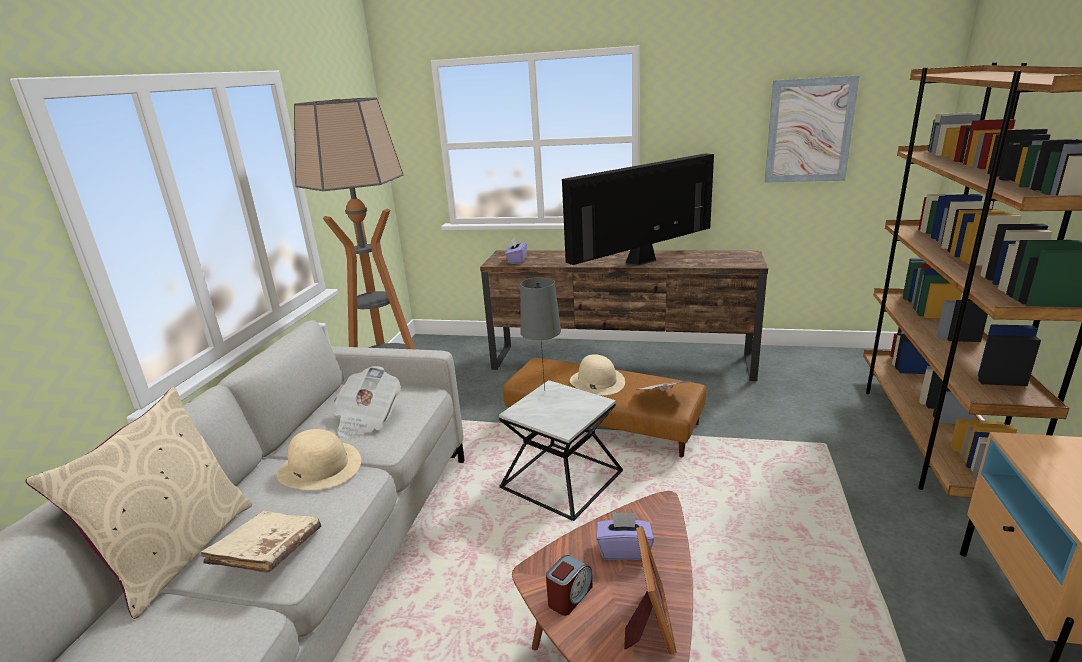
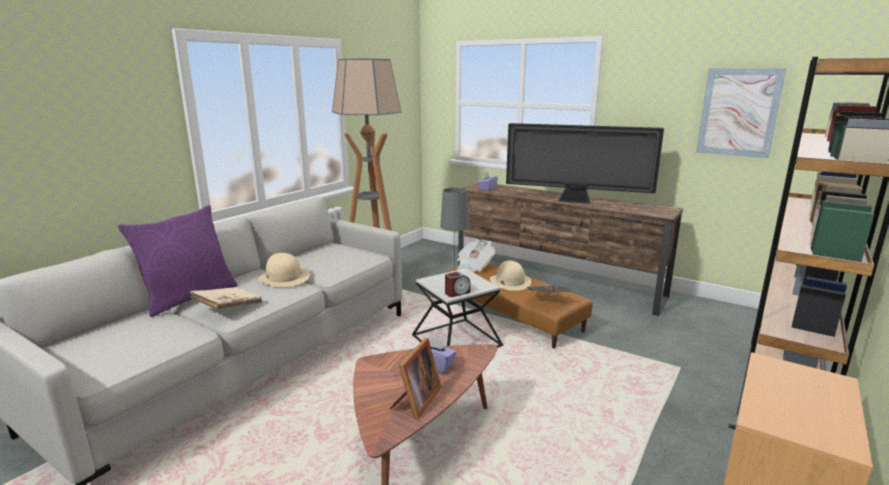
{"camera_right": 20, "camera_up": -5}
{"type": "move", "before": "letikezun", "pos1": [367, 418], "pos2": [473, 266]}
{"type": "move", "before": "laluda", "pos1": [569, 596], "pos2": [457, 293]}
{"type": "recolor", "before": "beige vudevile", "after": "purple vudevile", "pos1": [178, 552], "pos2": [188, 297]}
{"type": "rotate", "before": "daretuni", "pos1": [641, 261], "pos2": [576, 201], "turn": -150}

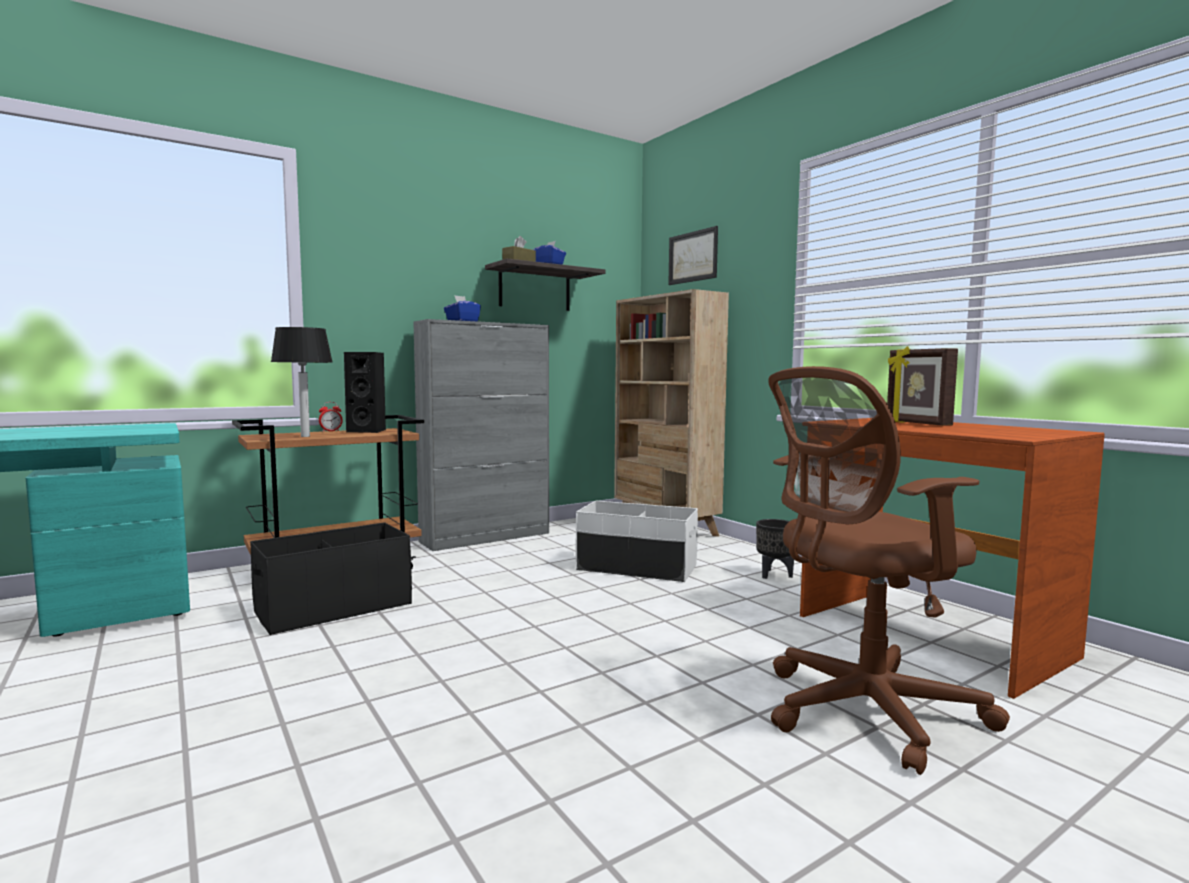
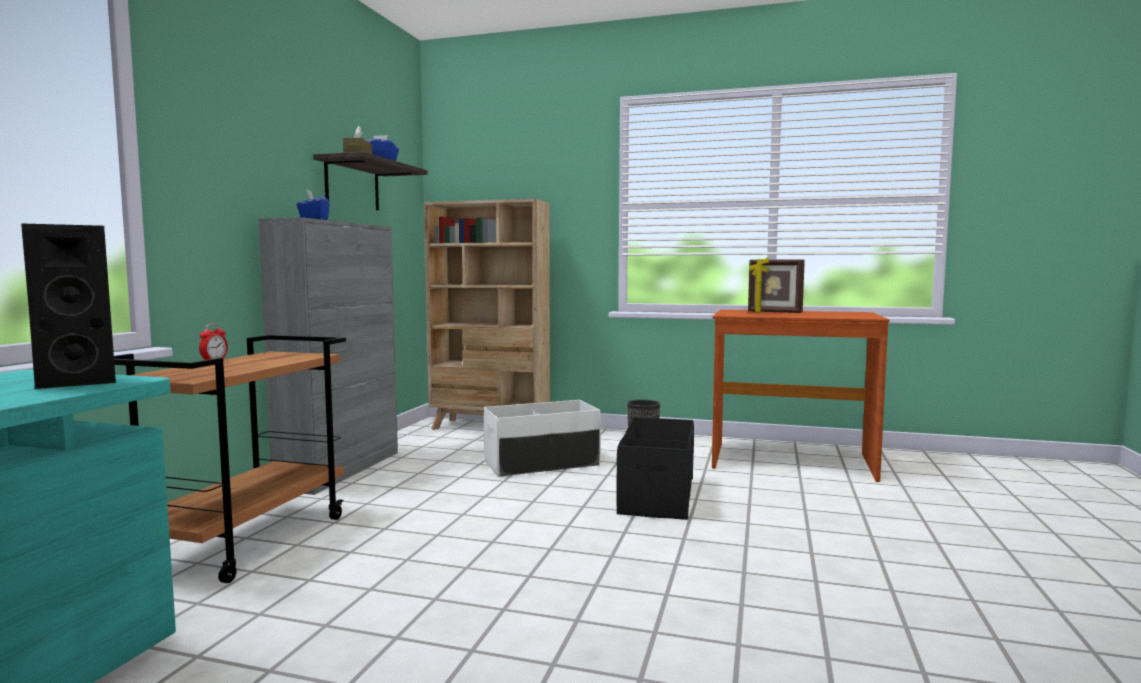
{"camera_right": -40, "camera_up": 0}
{"type": "delete", "before": "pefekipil", "pos1": [305, 436]}
{"type": "delete", "before": "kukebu", "pos1": [692, 257]}
{"type": "delete", "before": "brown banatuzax", "pos1": [861, 712]}
{"type": "move", "before": "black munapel", "pos1": [333, 608], "pos2": [656, 496]}
{"type": "move", "before": "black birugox", "pos1": [369, 431], "pos2": [80, 381]}

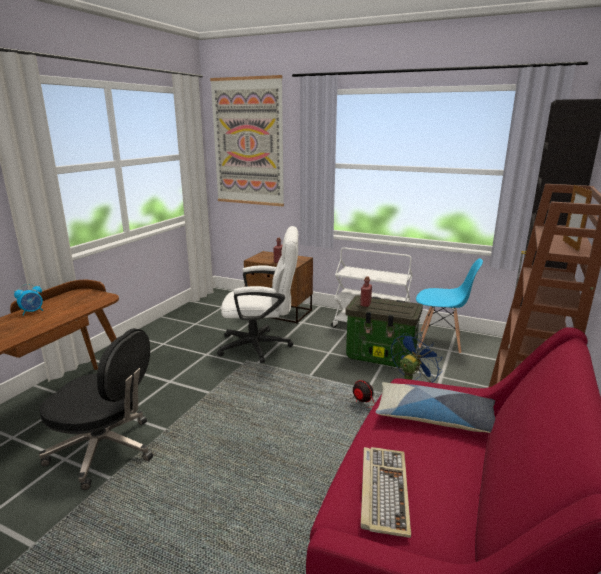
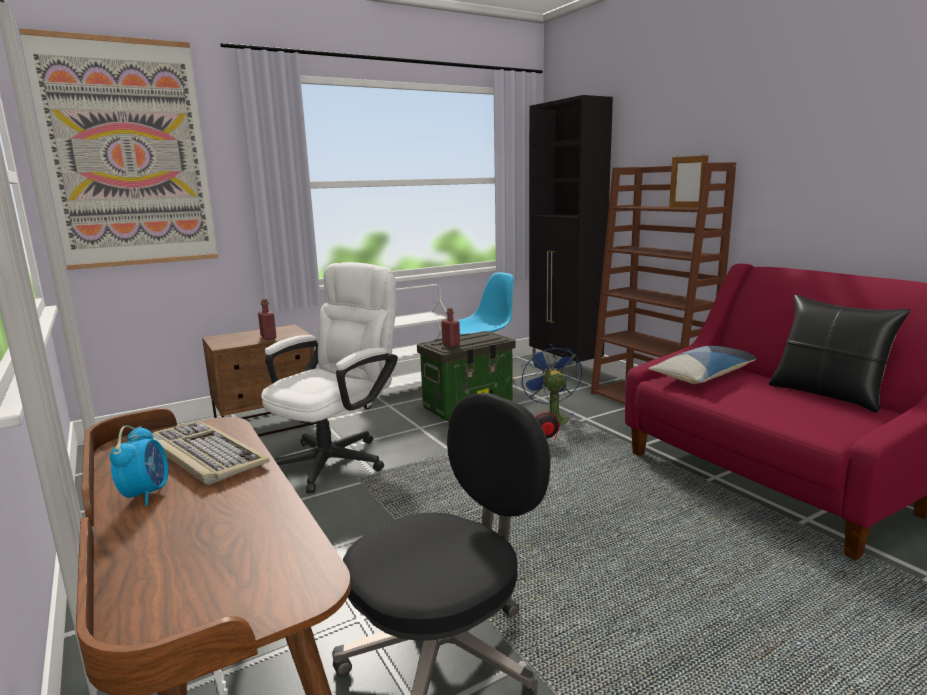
{"camera_right": -55, "camera_up": -5}
{"type": "insert", "after": "black vudevile", "pos2": [827, 395]}
{"type": "move", "before": "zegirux", "pos1": [383, 490], "pos2": [202, 455]}

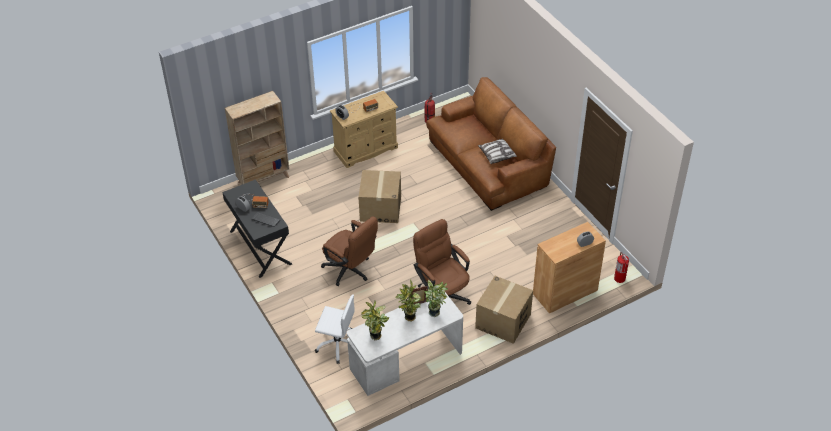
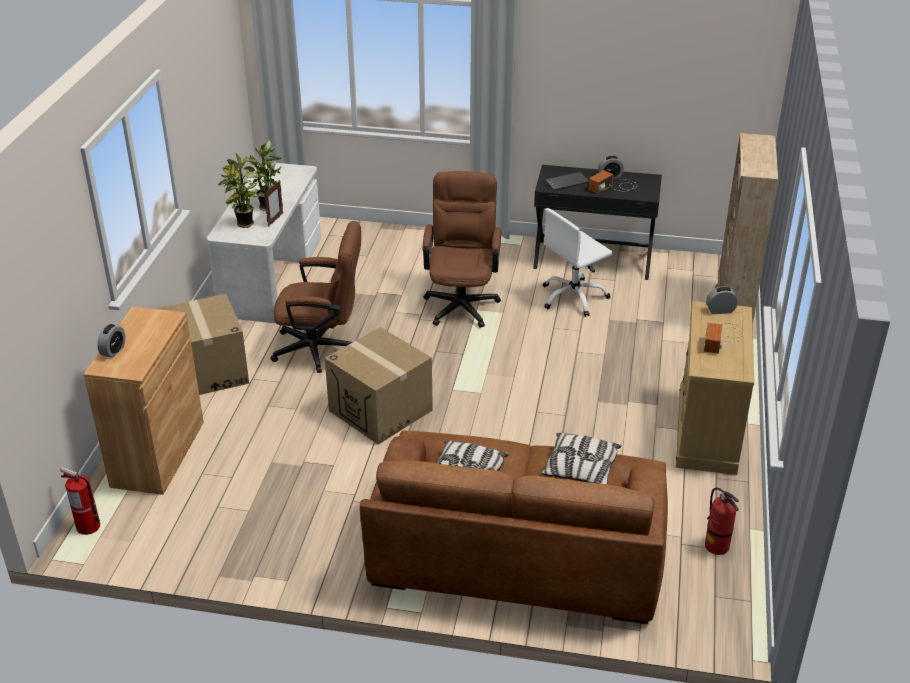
{"camera_right": 130, "camera_up": -10}
{"type": "delete", "before": "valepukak", "pos1": [376, 337]}
{"type": "insert", "after": "vudevile", "pos2": [581, 469]}
{"type": "move", "before": "white banatuzax", "pos1": [338, 345], "pos2": [573, 297]}
{"type": "move", "before": "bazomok", "pos1": [380, 208], "pos2": [381, 410]}
{"type": "rotate", "before": "brown banatuzax", "pos1": [350, 271], "pos2": [462, 302], "turn": 105}

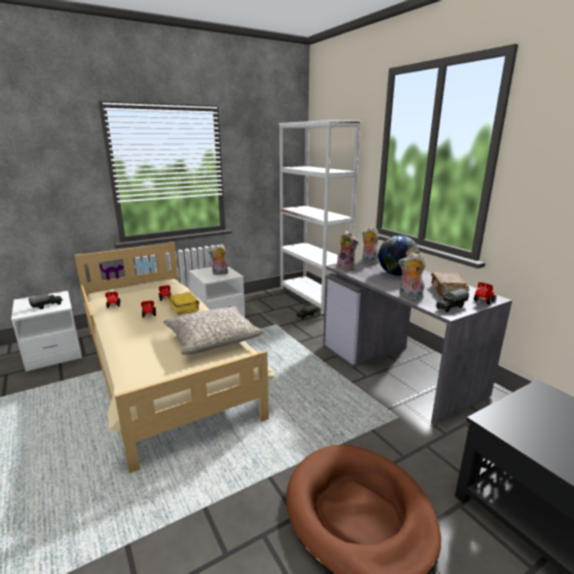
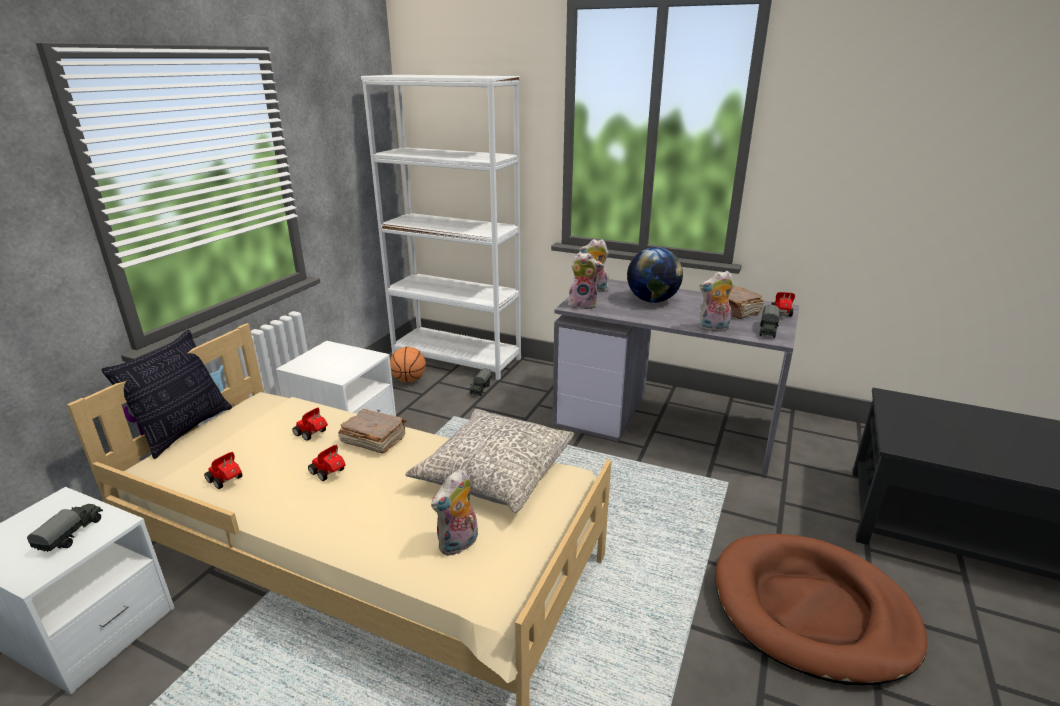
{"camera_right": -35, "camera_up": 5}
{"type": "insert", "after": "vudevile", "pos2": [185, 429]}
{"type": "insert", "after": "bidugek", "pos2": [409, 380]}
{"type": "move", "before": "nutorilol", "pos1": [220, 274], "pos2": [459, 545]}
{"type": "recolor", "before": "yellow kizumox", "after": "brown kizumox", "pos1": [184, 309], "pos2": [373, 440]}

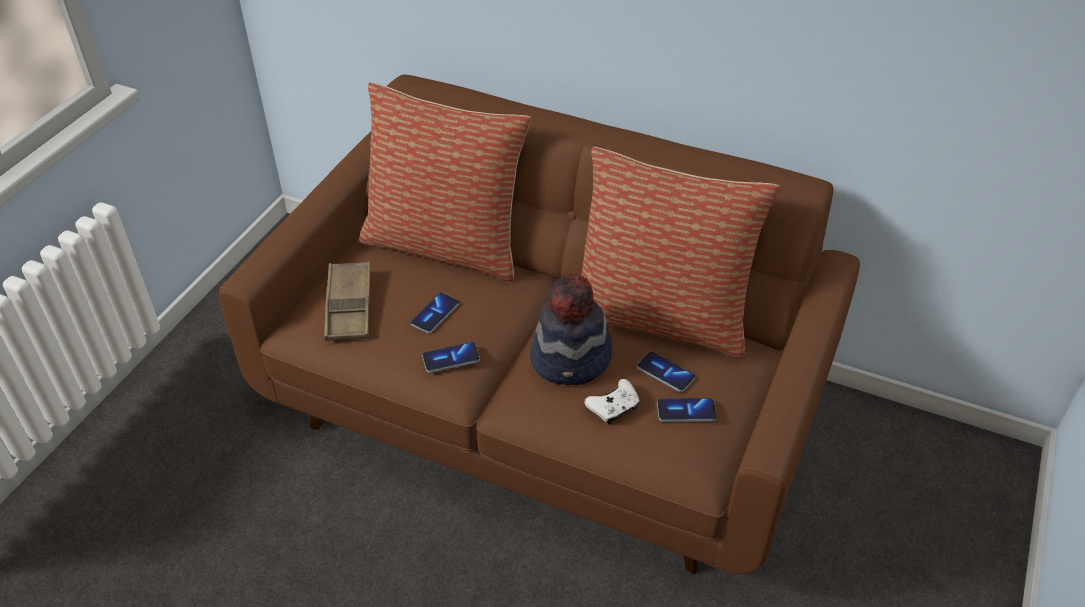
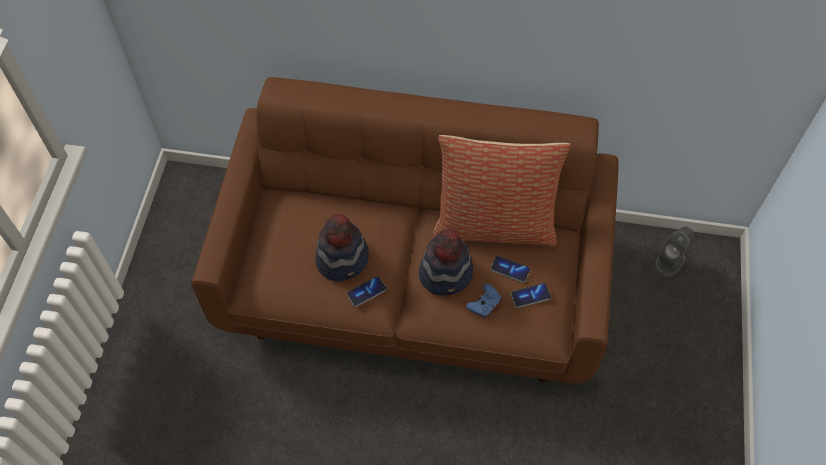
{"camera_right": -15, "camera_up": 15}
{"type": "delete", "before": "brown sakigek", "pos1": [349, 306]}
{"type": "delete", "before": "vudevile", "pos1": [446, 244]}
{"type": "insert", "after": "grey birugox", "pos2": [670, 261]}
{"type": "replace", "before": "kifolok", "after": "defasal", "pos1": [435, 314], "pos2": [343, 258]}
{"type": "recolor", "before": "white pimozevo", "after": "blue pimozevo", "pos1": [614, 408], "pos2": [484, 304]}

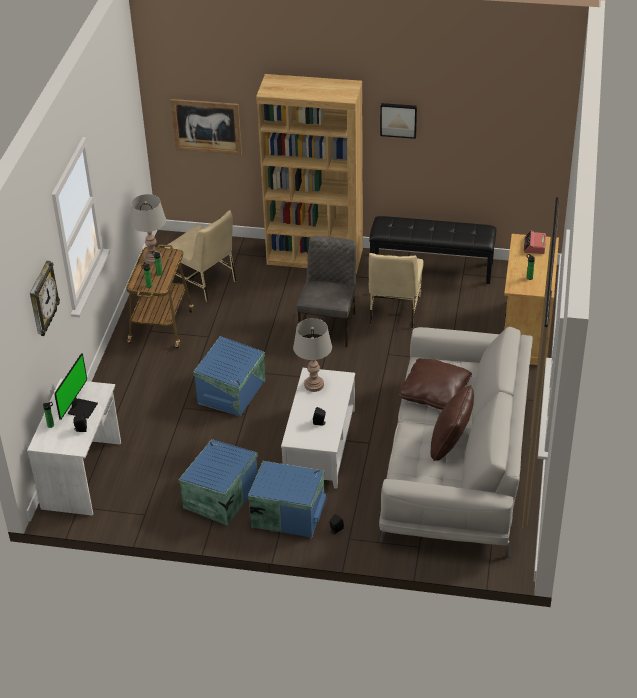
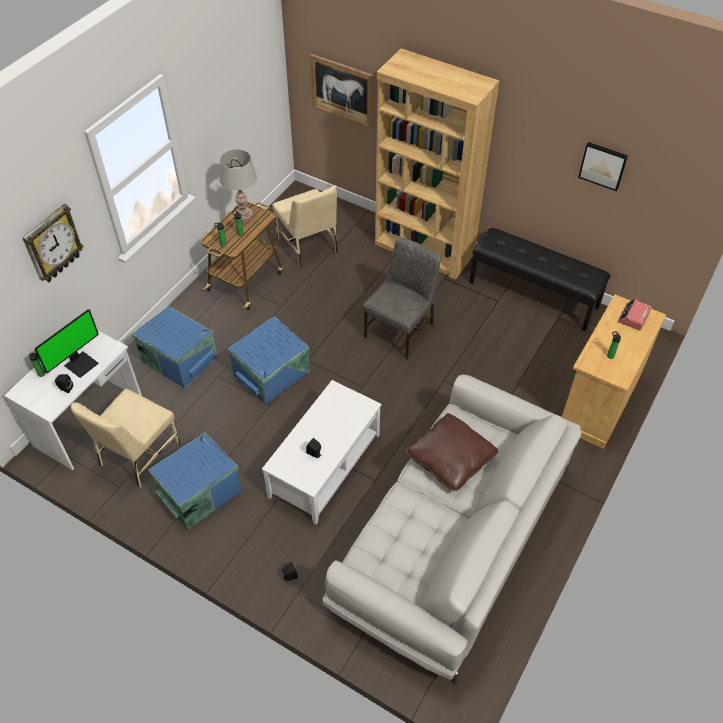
{"camera_right": 20, "camera_up": 10}
{"type": "delete", "before": "grey pefekipil", "pos1": [314, 385]}
{"type": "delete", "before": "brown vudevile", "pos1": [450, 444]}
{"type": "move", "before": "blue munapel", "pos1": [287, 513], "pos2": [180, 358]}
{"type": "move", "before": "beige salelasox", "pos1": [394, 311], "pos2": [138, 455]}
{"type": "move", "before": "kukebu", "pos1": [398, 119], "pos2": [603, 165]}

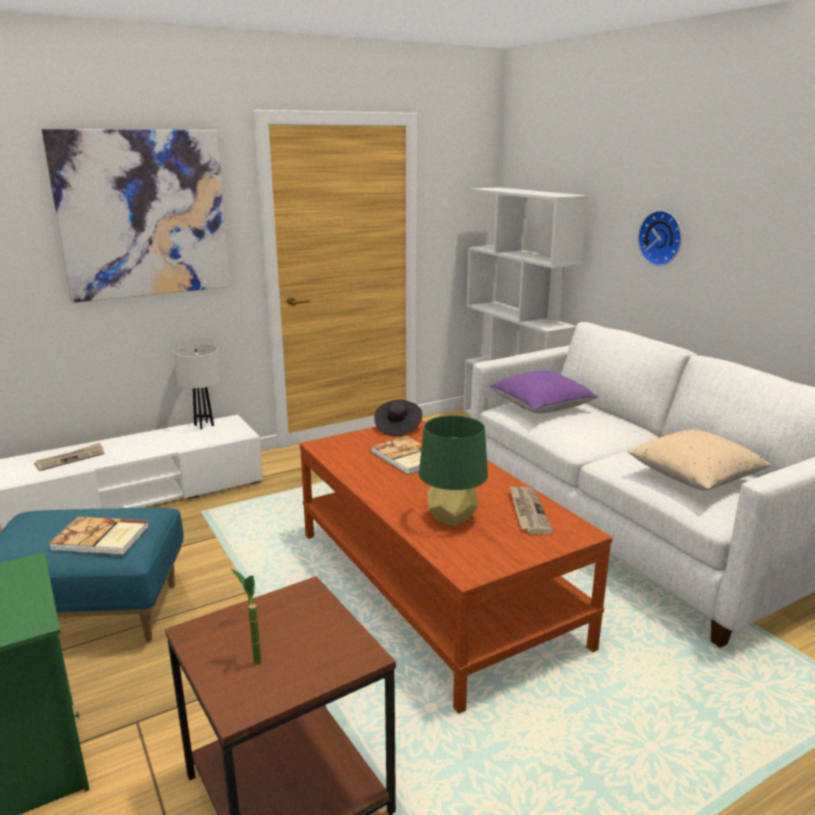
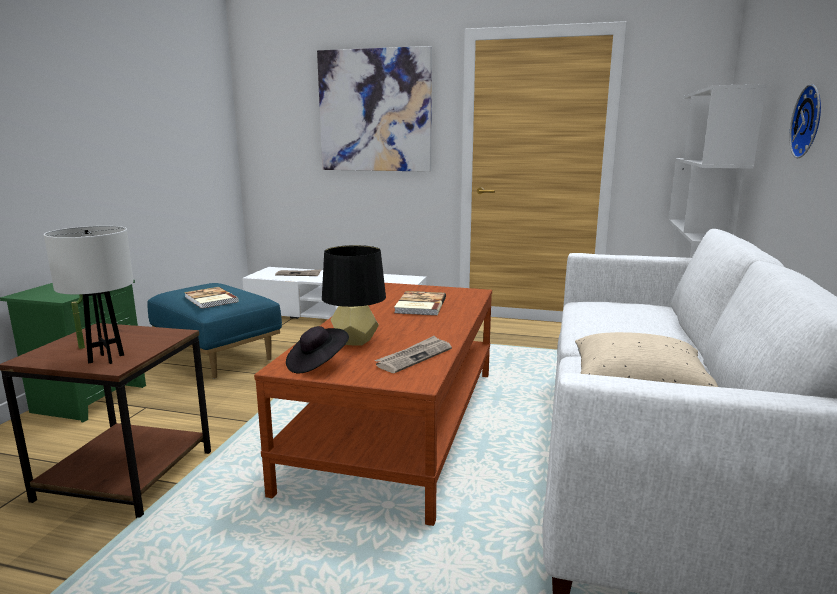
{"camera_right": 45, "camera_up": -5}
{"type": "delete", "before": "purple vudevile", "pos1": [541, 407]}
{"type": "move", "before": "white pefekipil", "pos1": [204, 425], "pos2": [106, 358]}
{"type": "move", "before": "black defasal", "pos1": [397, 428], "pos2": [317, 364]}
{"type": "recolor", "before": "green pefekipil", "after": "black pefekipil", "pos1": [452, 518], "pos2": [355, 341]}

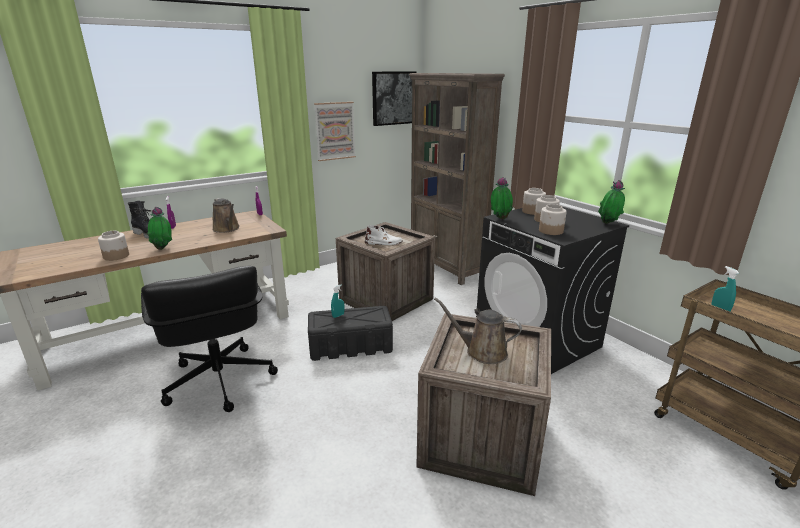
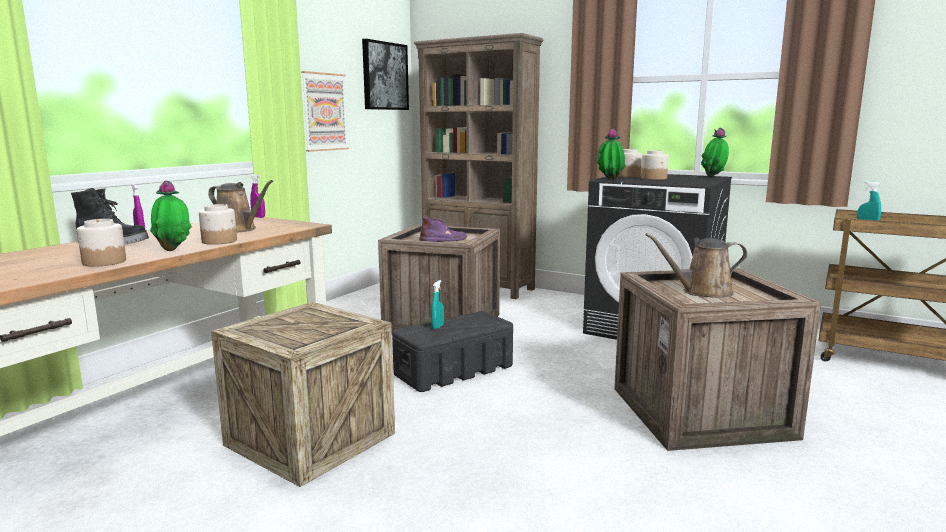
{"camera_right": -25, "camera_up": -10}
{"type": "move", "before": "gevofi", "pos1": [551, 231], "pos2": [220, 241]}
{"type": "replace", "before": "black banatuzax", "after": "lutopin", "pos1": [219, 381], "pos2": [310, 439]}
{"type": "recolor", "before": "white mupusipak", "after": "purple mupusipak", "pos1": [384, 243], "pos2": [444, 240]}

